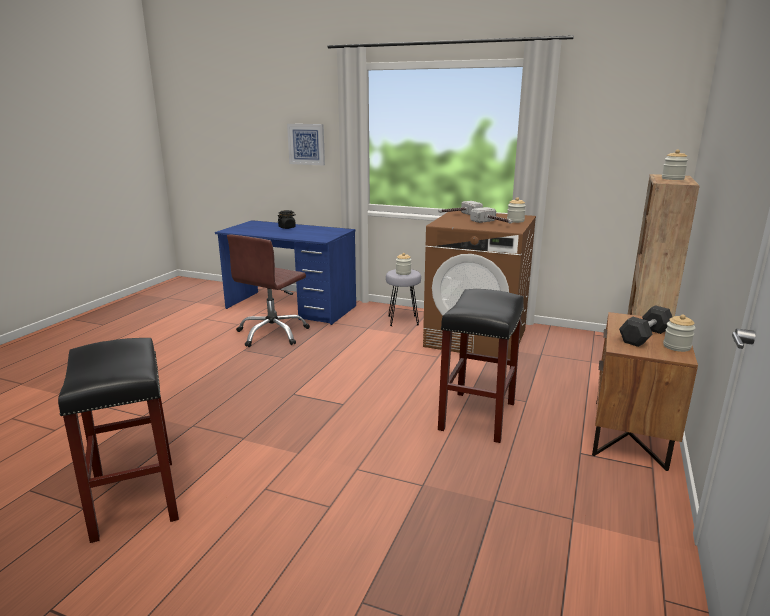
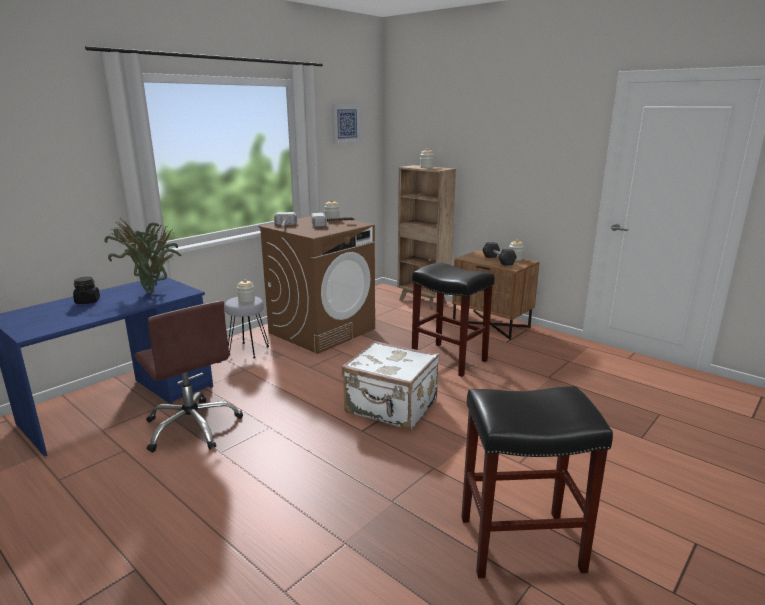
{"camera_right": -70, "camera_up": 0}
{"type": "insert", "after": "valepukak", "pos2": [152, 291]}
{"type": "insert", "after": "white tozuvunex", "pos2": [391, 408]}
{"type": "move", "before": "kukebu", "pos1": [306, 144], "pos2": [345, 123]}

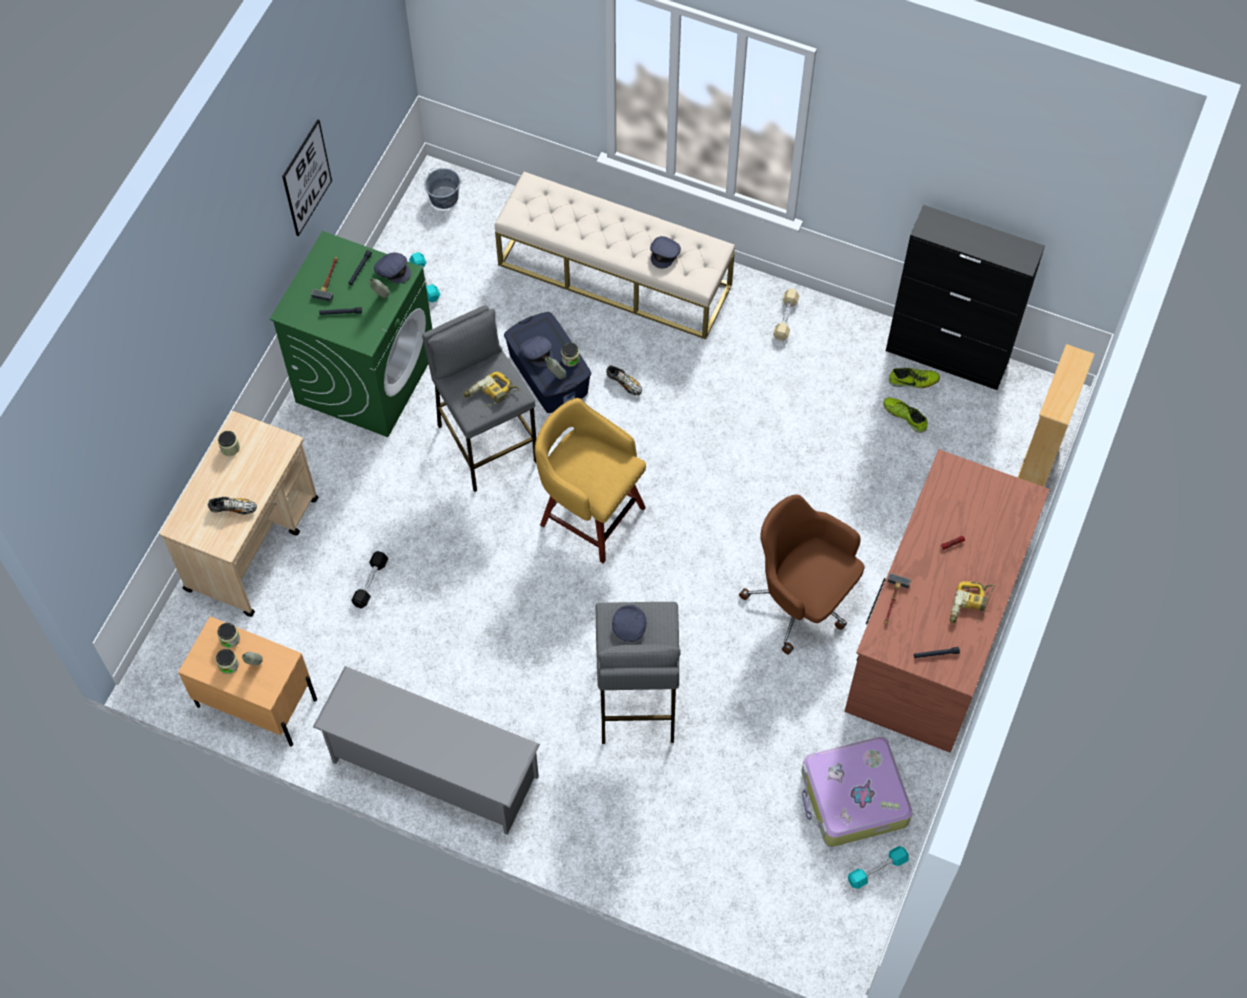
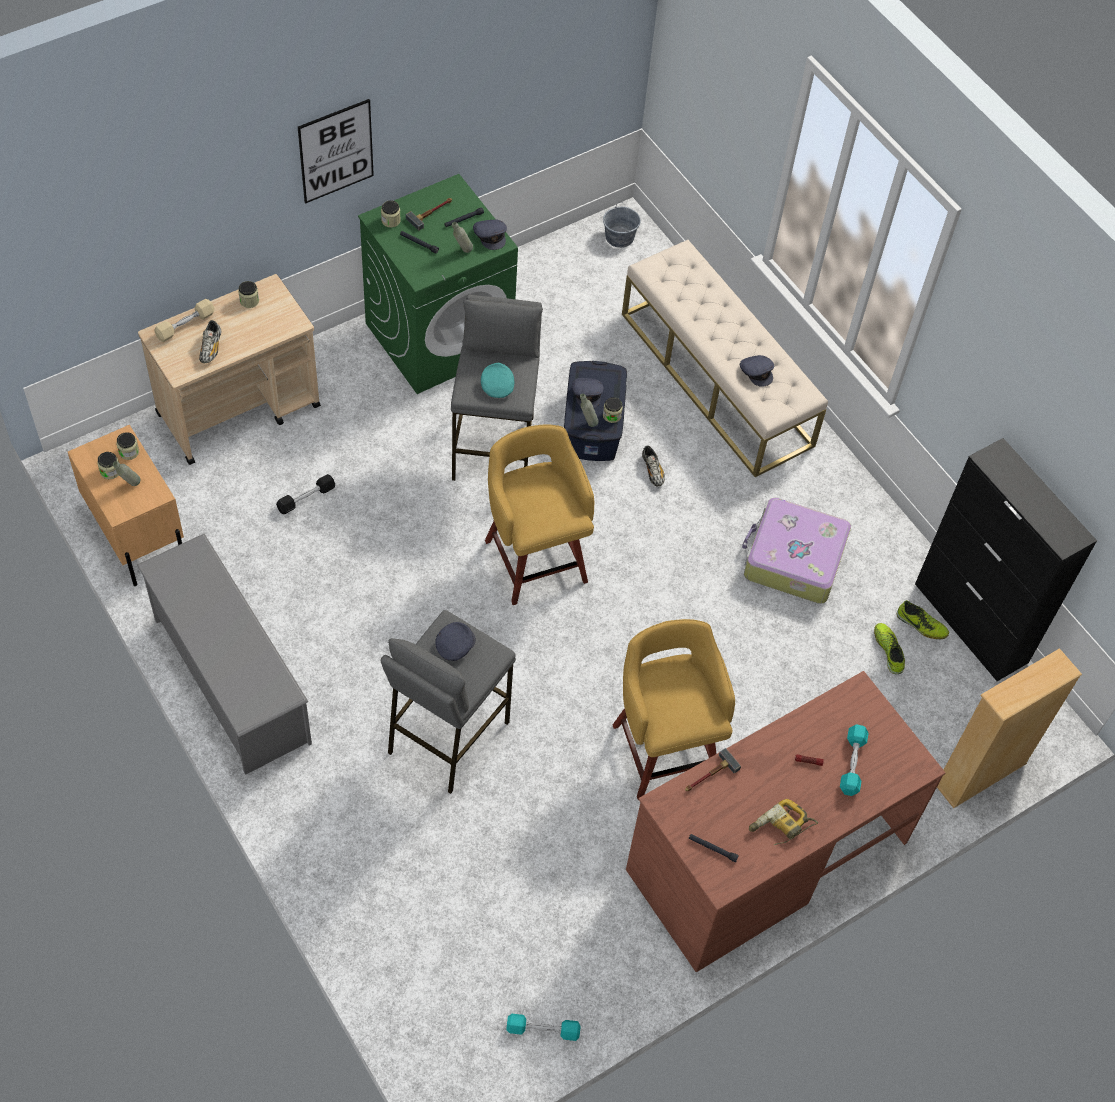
{"camera_right": 30, "camera_up": -5}
{"type": "insert", "after": "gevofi", "pos2": [390, 220]}
{"type": "move", "before": "kukebu", "pos1": [306, 178], "pos2": [336, 151]}
{"type": "move", "before": "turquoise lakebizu", "pos1": [425, 281], "pos2": [852, 763]}
{"type": "move", "before": "beige lakebizu", "pos1": [785, 318], "pos2": [185, 325]}
{"type": "move", "before": "tozuvunex", "pos1": [853, 798], "pos2": [793, 559]}
{"type": "replace", "before": "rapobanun", "after": "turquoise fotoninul", "pos1": [491, 394], "pos2": [497, 385]}
{"type": "replace", "before": "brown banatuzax", "after": "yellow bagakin", "pos1": [802, 600], "pos2": [664, 748]}
{"type": "rotate", "before": "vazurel", "pos1": [233, 509], "pos2": [211, 348], "turn": 60}
{"type": "rotate", "before": "grey fotoninul", "pos1": [665, 254], "pos2": [757, 372], "turn": -90}

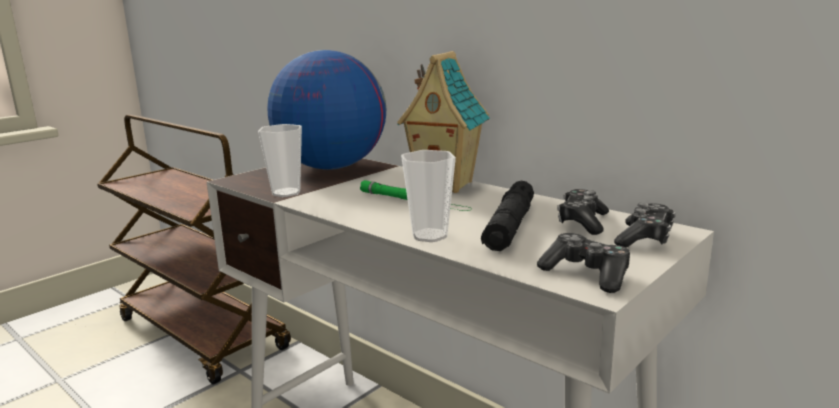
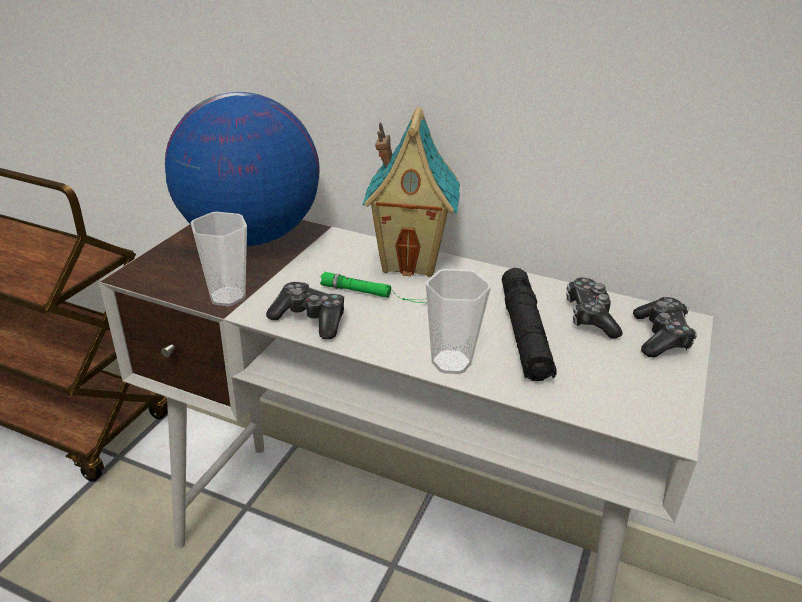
{"camera_right": -20, "camera_up": 15}
{"type": "move", "before": "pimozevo", "pos1": [586, 274], "pos2": [310, 319]}

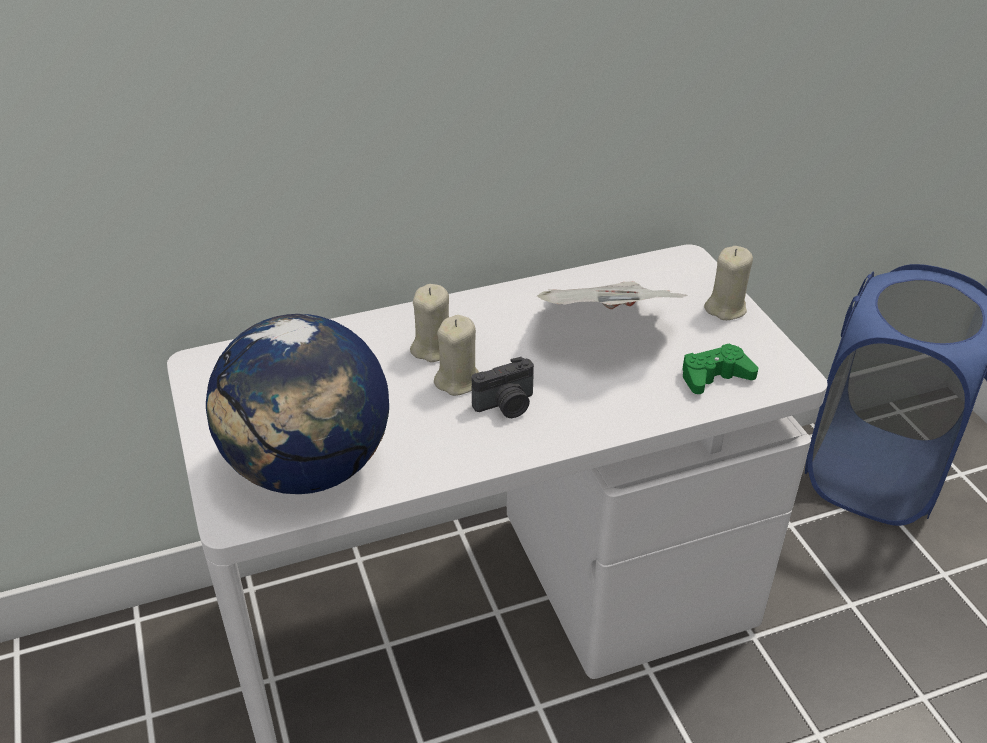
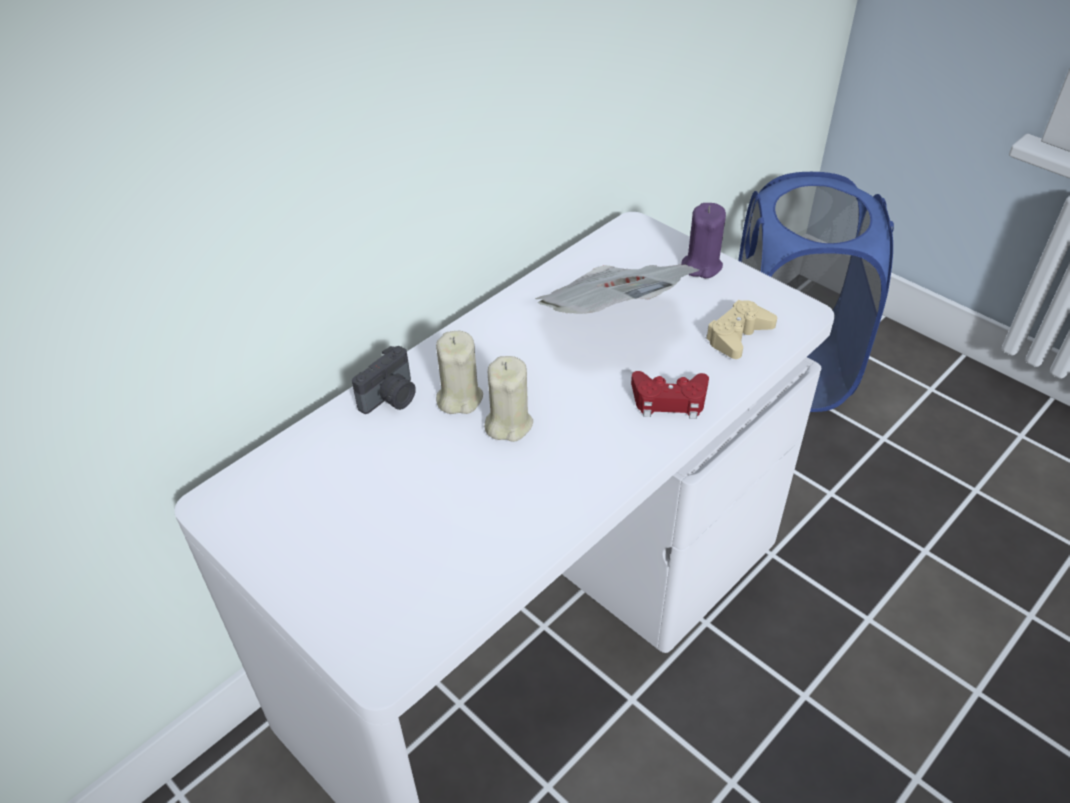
{"camera_right": -25, "camera_up": 5}
{"type": "delete", "before": "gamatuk", "pos1": [309, 468]}
{"type": "insert", "after": "red pimozevo", "pos2": [669, 400]}
{"type": "move", "before": "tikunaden", "pos1": [506, 405], "pos2": [391, 398]}
{"type": "recolor", "before": "green pimozevo", "after": "beige pimozevo", "pos1": [714, 376], "pos2": [738, 336]}
{"type": "recolor", "before": "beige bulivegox", "after": "purple bulivegox", "pos1": [725, 308], "pos2": [701, 266]}

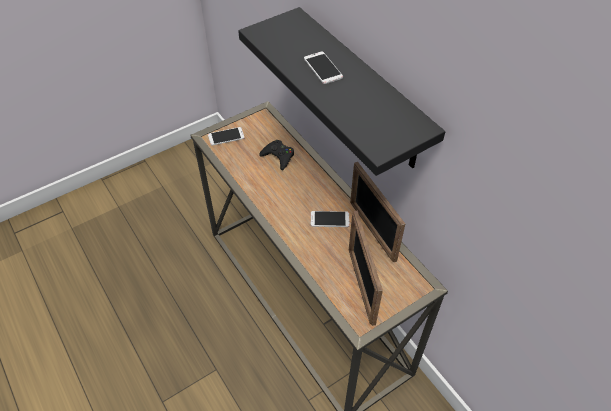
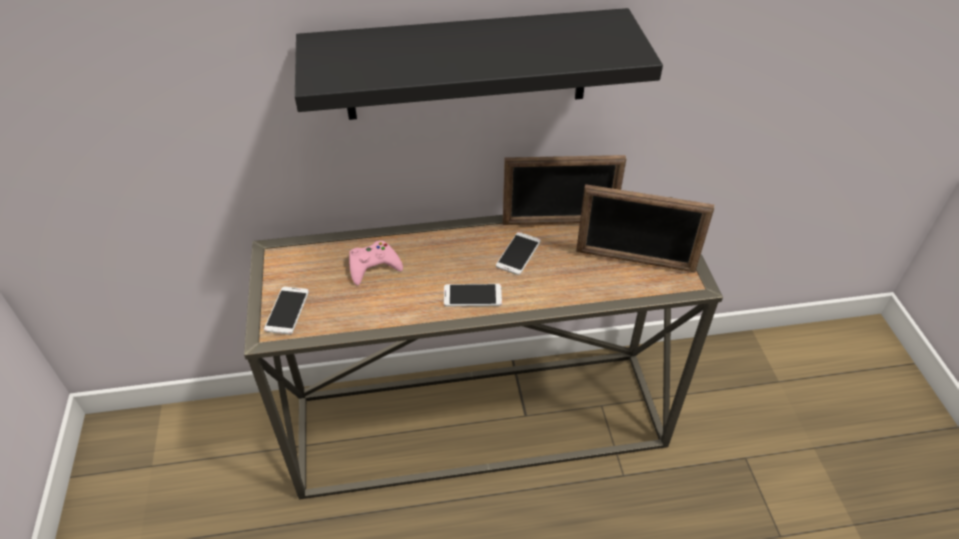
{"camera_right": -65, "camera_up": -5}
{"type": "move", "before": "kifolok", "pos1": [323, 68], "pos2": [472, 296]}
{"type": "recolor", "before": "black pimozevo", "after": "pink pimozevo", "pos1": [278, 156], "pos2": [373, 266]}

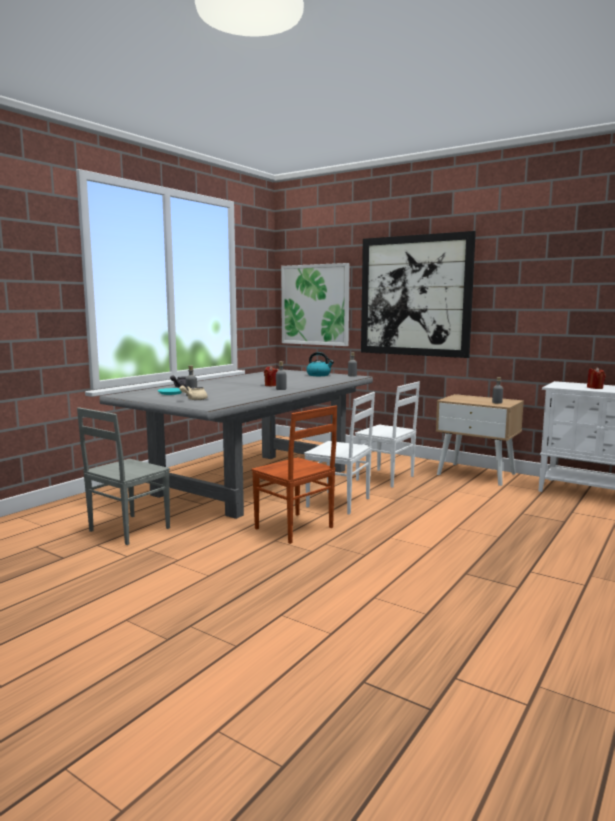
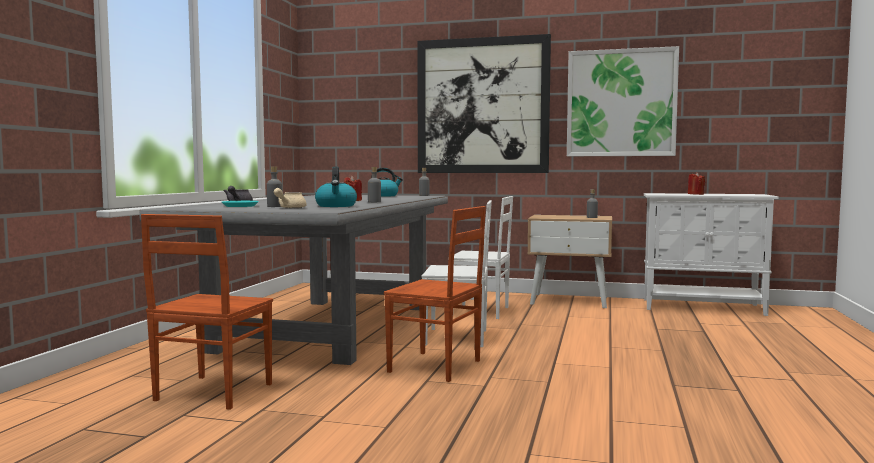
{"camera_right": -20, "camera_up": -5}
{"type": "insert", "after": "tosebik", "pos2": [336, 206]}
{"type": "move", "before": "kukebu", "pos1": [315, 305], "pos2": [621, 103]}
{"type": "recolor", "before": "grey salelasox", "after": "brown salelasox", "pos1": [128, 529], "pos2": [211, 392]}

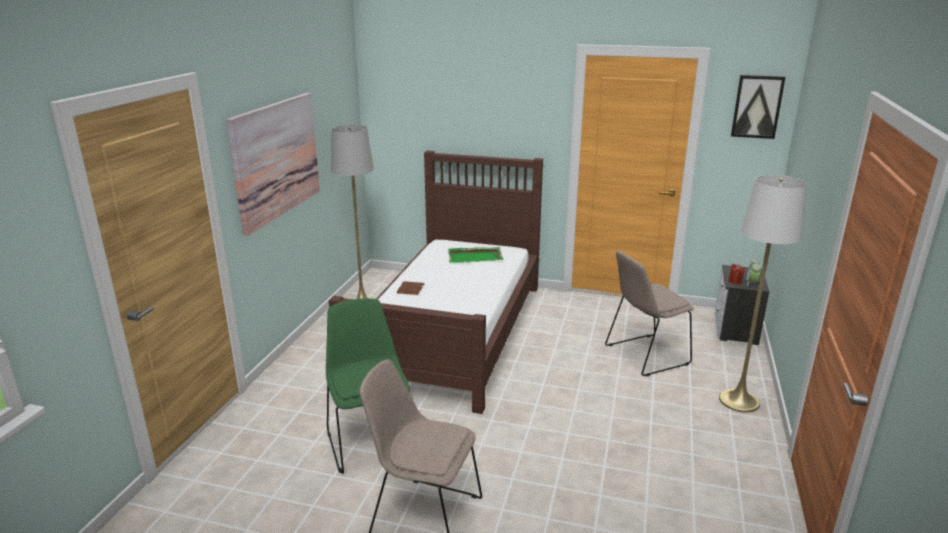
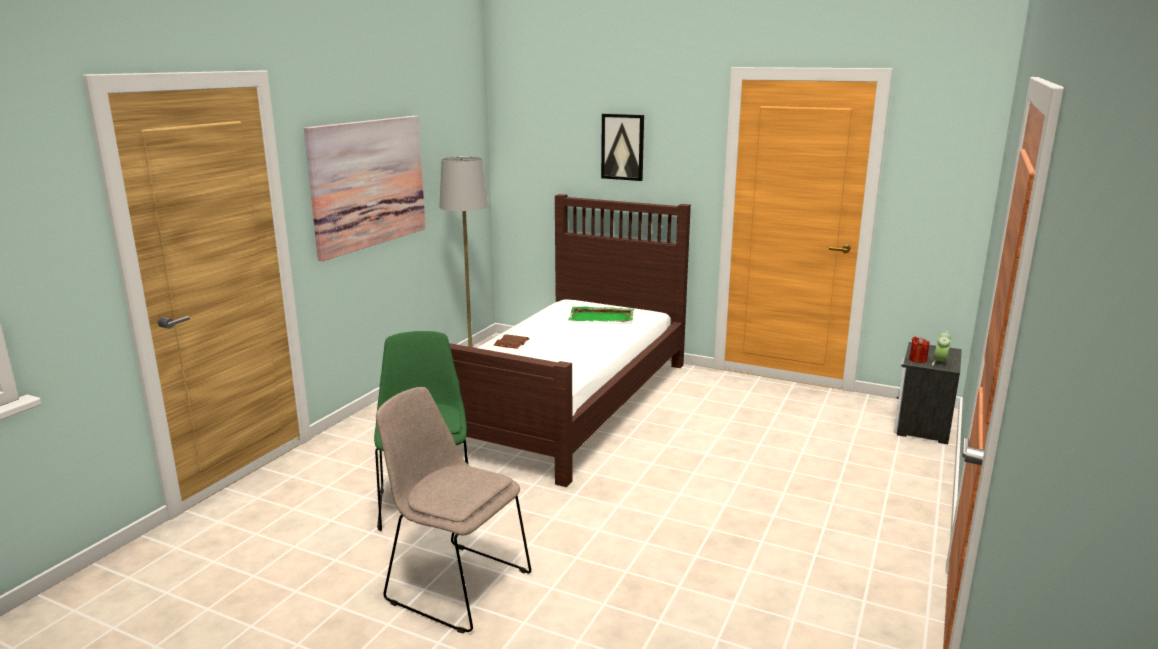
{"camera_right": 10, "camera_up": -5}
{"type": "delete", "before": "beige salelasox", "pos1": [644, 355]}
{"type": "delete", "before": "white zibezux", "pos1": [739, 400]}
{"type": "move", "before": "kukebu", "pos1": [757, 106], "pos2": [623, 147]}

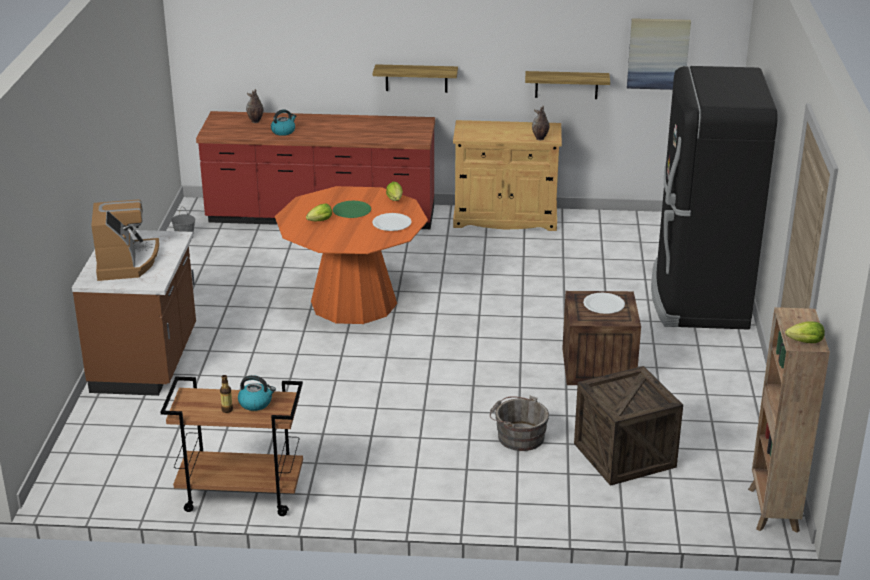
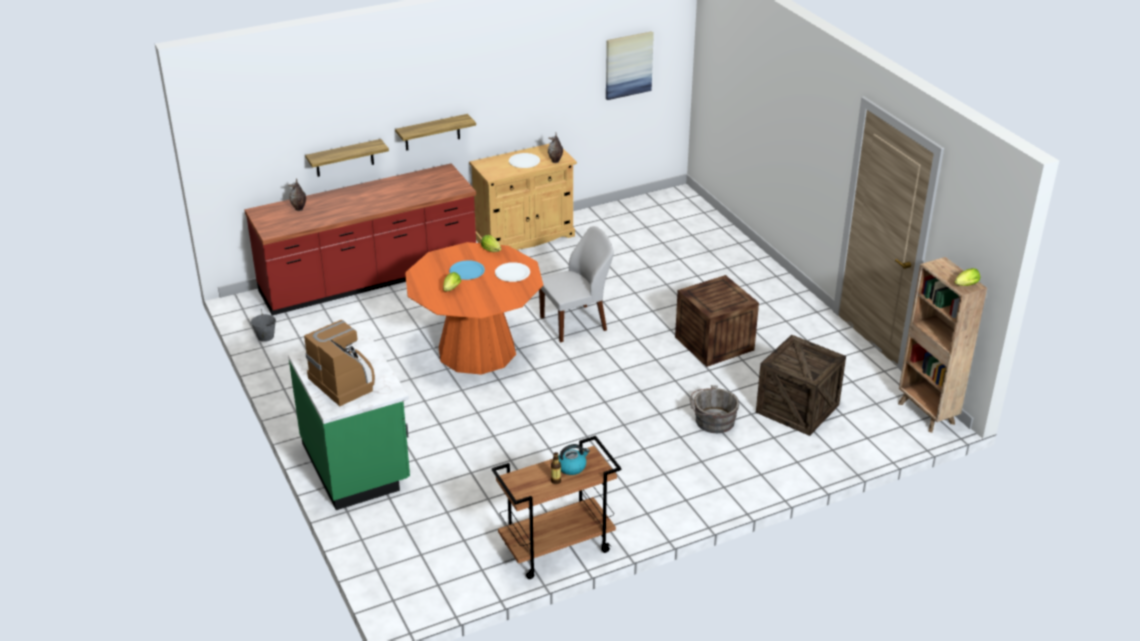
{"camera_right": -30, "camera_up": 5}
{"type": "delete", "before": "tosebik", "pos1": [283, 131]}
{"type": "delete", "before": "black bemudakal", "pos1": [698, 298]}
{"type": "insert", "after": "white salelasox", "pos2": [575, 323]}
{"type": "move", "before": "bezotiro", "pos1": [566, 85], "pos2": [344, 158]}
{"type": "move", "before": "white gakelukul", "pos1": [604, 304], "pos2": [524, 161]}
{"type": "recolor", "before": "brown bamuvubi", "after": "green bamuvubi", "pos1": [147, 362], "pos2": [357, 464]}
{"type": "recolor", "before": "green gakelukul", "after": "blue gakelukul", "pos1": [352, 210], "pos2": [467, 271]}

